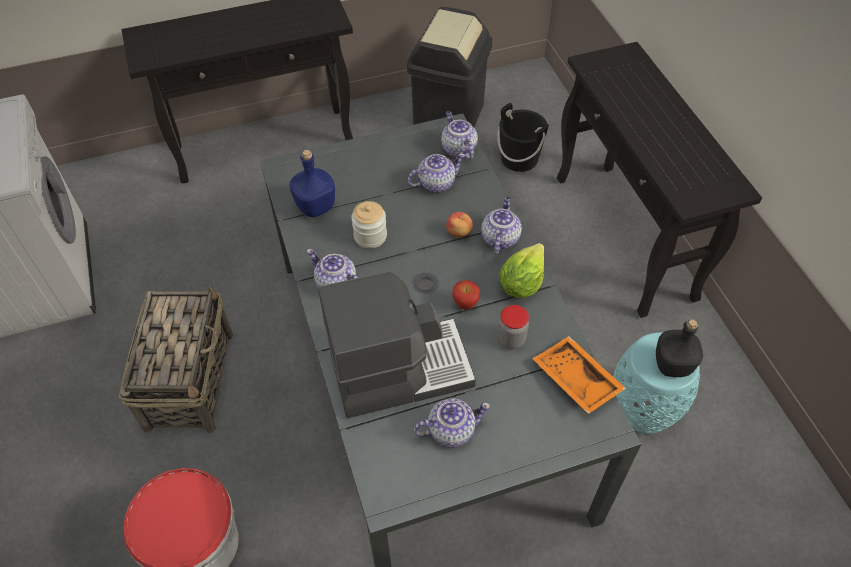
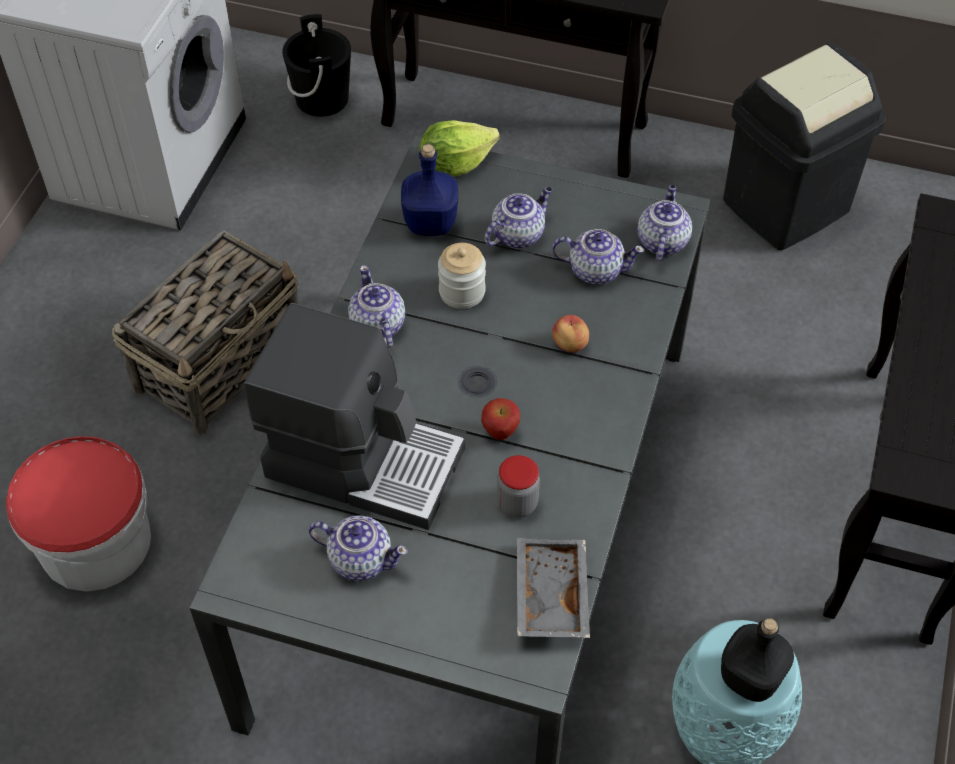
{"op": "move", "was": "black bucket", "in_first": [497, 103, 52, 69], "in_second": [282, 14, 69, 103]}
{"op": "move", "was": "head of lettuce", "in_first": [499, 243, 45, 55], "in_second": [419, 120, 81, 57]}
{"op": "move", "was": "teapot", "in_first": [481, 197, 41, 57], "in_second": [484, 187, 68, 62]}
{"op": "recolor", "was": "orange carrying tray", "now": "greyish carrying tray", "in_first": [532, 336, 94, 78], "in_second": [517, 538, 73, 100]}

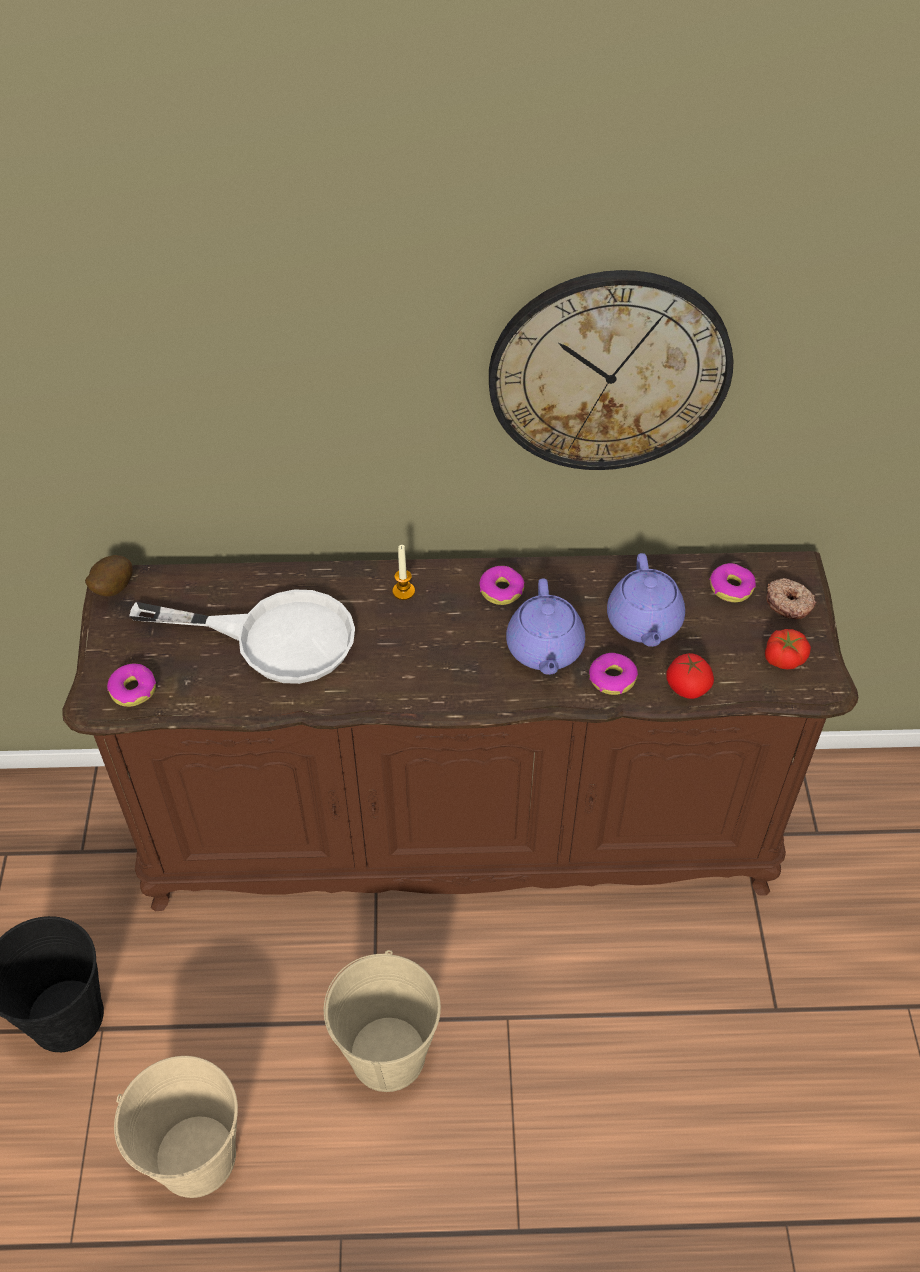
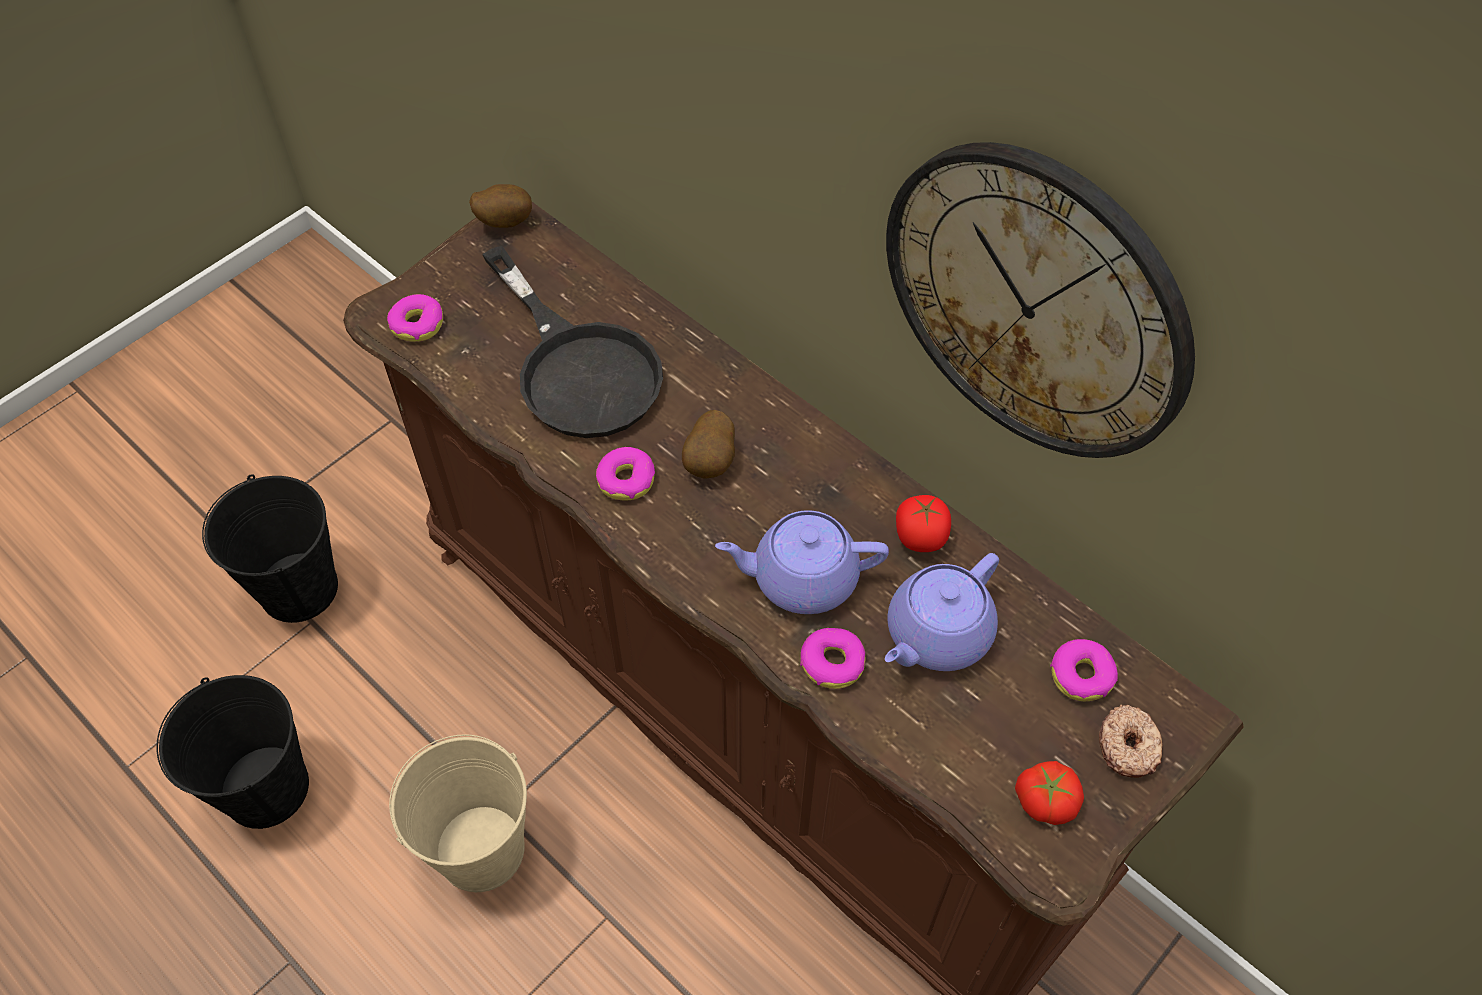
{"op": "recolor", "was": "beige-coloured bucket", "now": "black bucket", "in_first": [114, 1056, 124, 142], "in_second": [156, 675, 153, 154]}
{"op": "recolor", "was": "whitish frying pan", "now": "black frying pan", "in_first": [129, 589, 226, 95], "in_second": [482, 246, 181, 192]}
{"op": "move", "was": "ring doughnut", "in_first": [479, 566, 46, 39], "in_second": [596, 447, 59, 53]}
{"op": "insert", "now": "potato", "in_second": [682, 410, 53, 69]}
{"op": "rotate", "was": "purple-coloured teapot", "in_first": [506, 579, 79, 96], "in_second": [715, 510, 174, 104], "clockwise": 45}
{"op": "move", "was": "whole tomato", "in_first": [666, 653, 48, 46], "in_second": [896, 495, 55, 57]}
{"op": "delete", "was": "wax light", "in_first": [392, 545, 23, 55]}

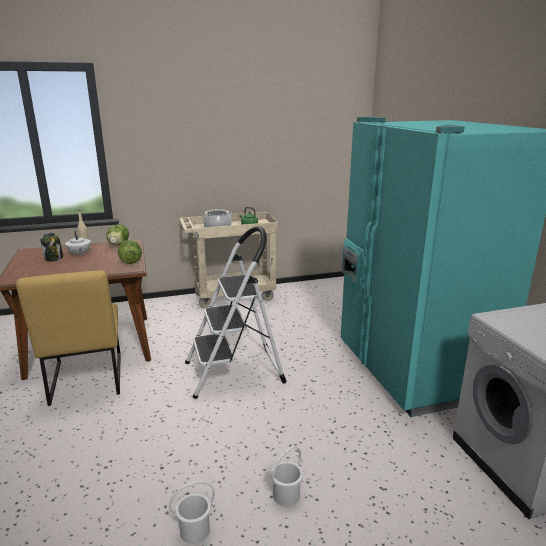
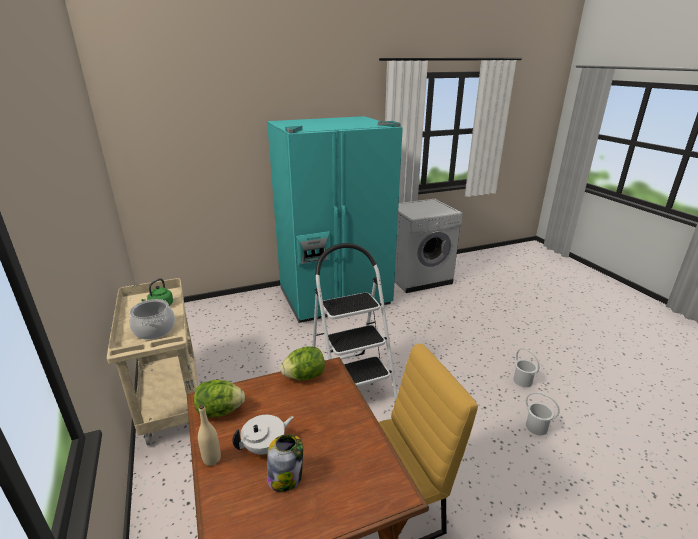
{"op": "move", "was": "whitish bucket", "in_first": [271, 446, 32, 61], "in_second": [526, 392, 34, 43]}

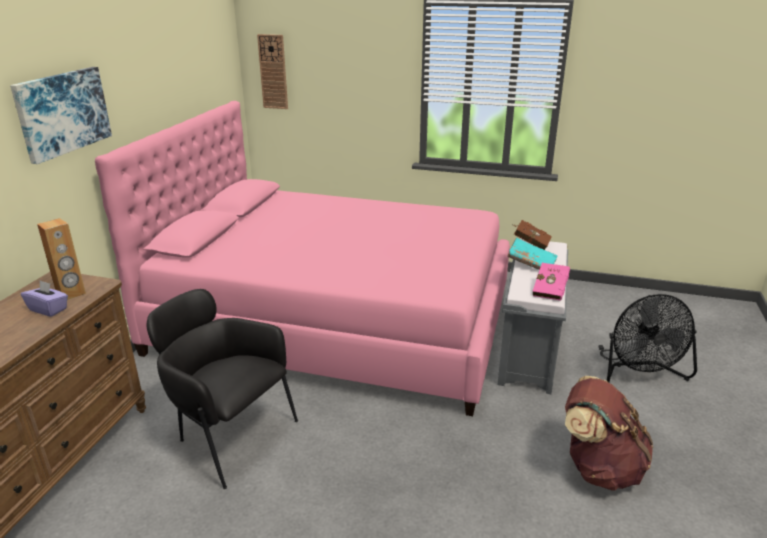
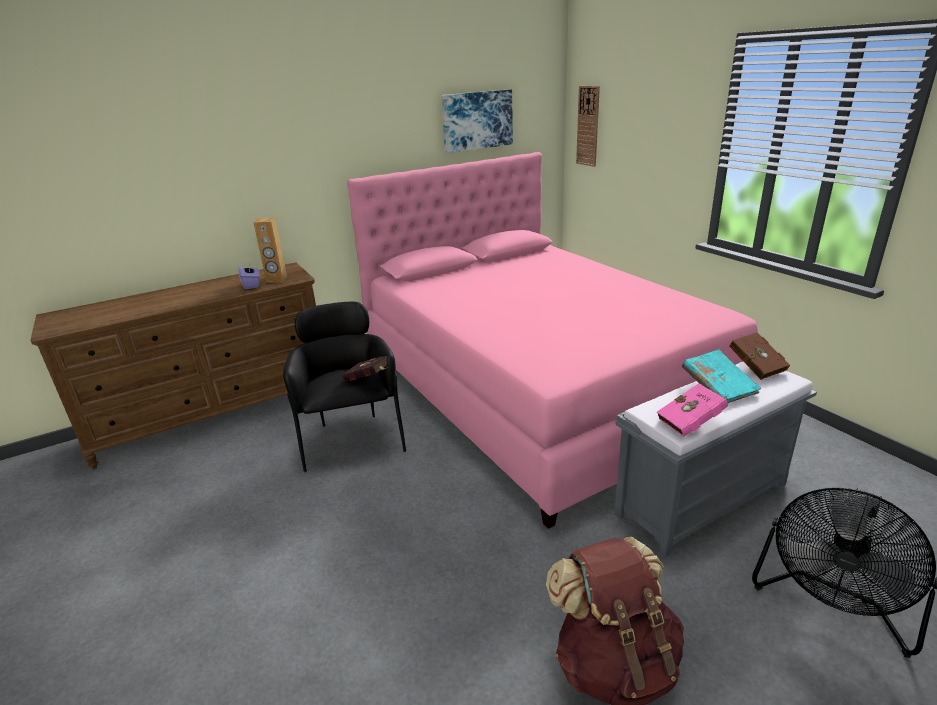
{"op": "insert", "now": "reddish book", "in_second": [343, 356, 45, 25]}
{"op": "move", "was": "picture", "in_first": [10, 67, 102, 97], "in_second": [441, 89, 72, 64]}

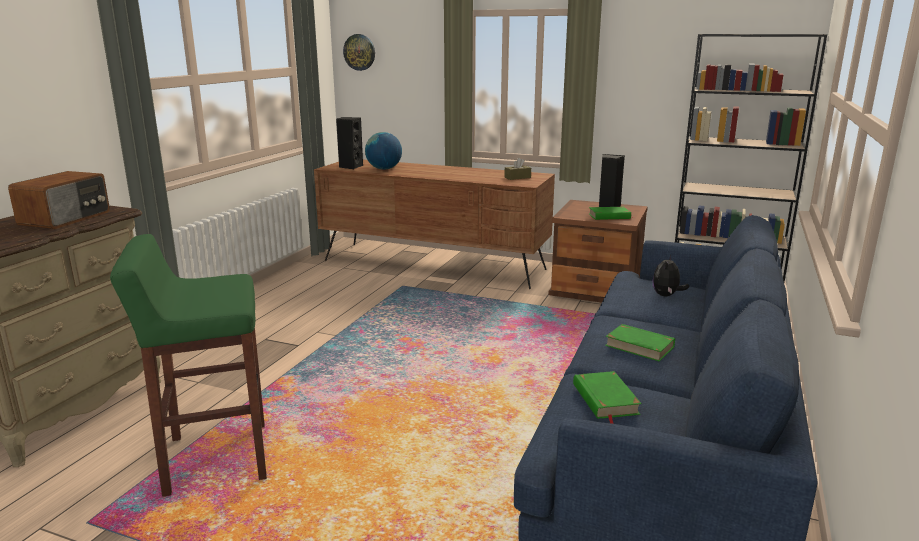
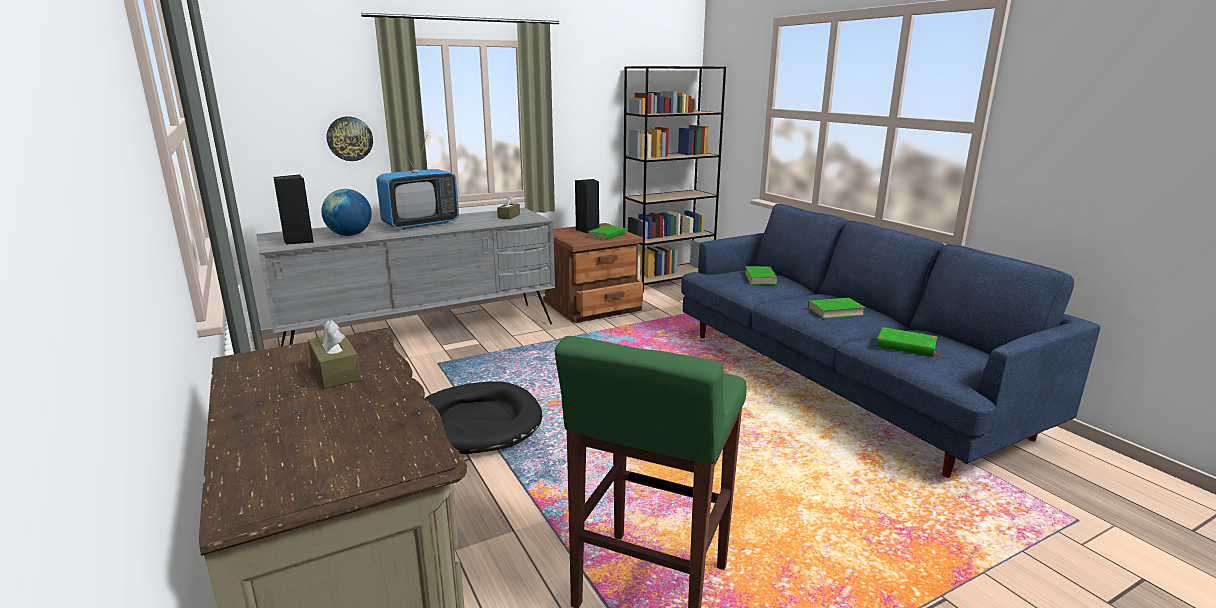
{"op": "recolor", "was": "brown-coloured tv stand", "now": "greyish tv stand", "in_first": [314, 160, 241, 129], "in_second": [256, 208, 299, 138]}
{"op": "replace", "was": "radio set", "now": "brown-coloured tissue holder", "in_first": [8, 171, 102, 58], "in_second": [308, 320, 53, 69]}
{"op": "move", "was": "hanging clock", "in_first": [343, 34, 32, 37], "in_second": [327, 116, 46, 45]}
{"op": "insert", "now": "TV set", "in_second": [376, 135, 83, 95]}
{"op": "insert", "now": "black dog bed", "in_second": [424, 382, 118, 72]}
{"op": "replace", "was": "soft toy", "now": "green book", "in_first": [653, 255, 36, 41], "in_second": [745, 266, 33, 19]}

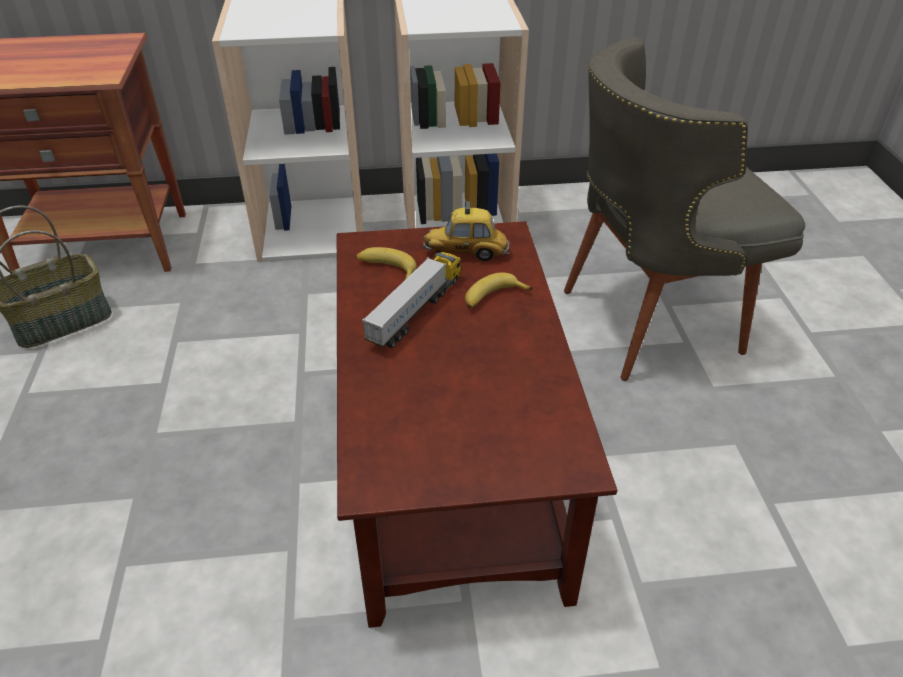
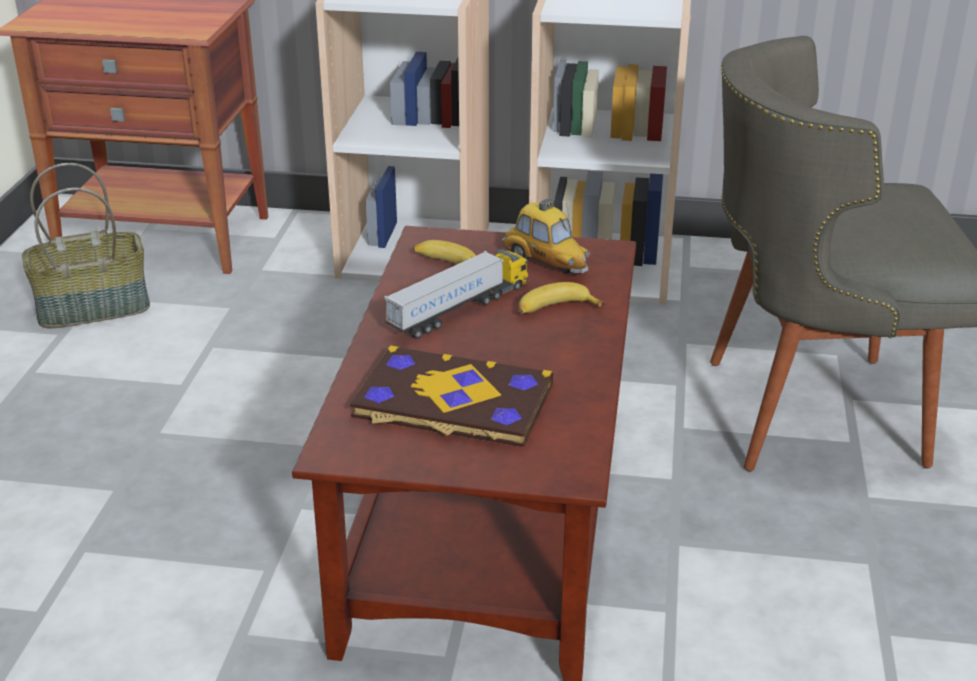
{"op": "insert", "now": "book", "in_second": [350, 345, 203, 102]}
{"op": "rotate", "was": "model car", "in_first": [423, 201, 87, 60], "in_second": [501, 198, 89, 76], "clockwise": -150}

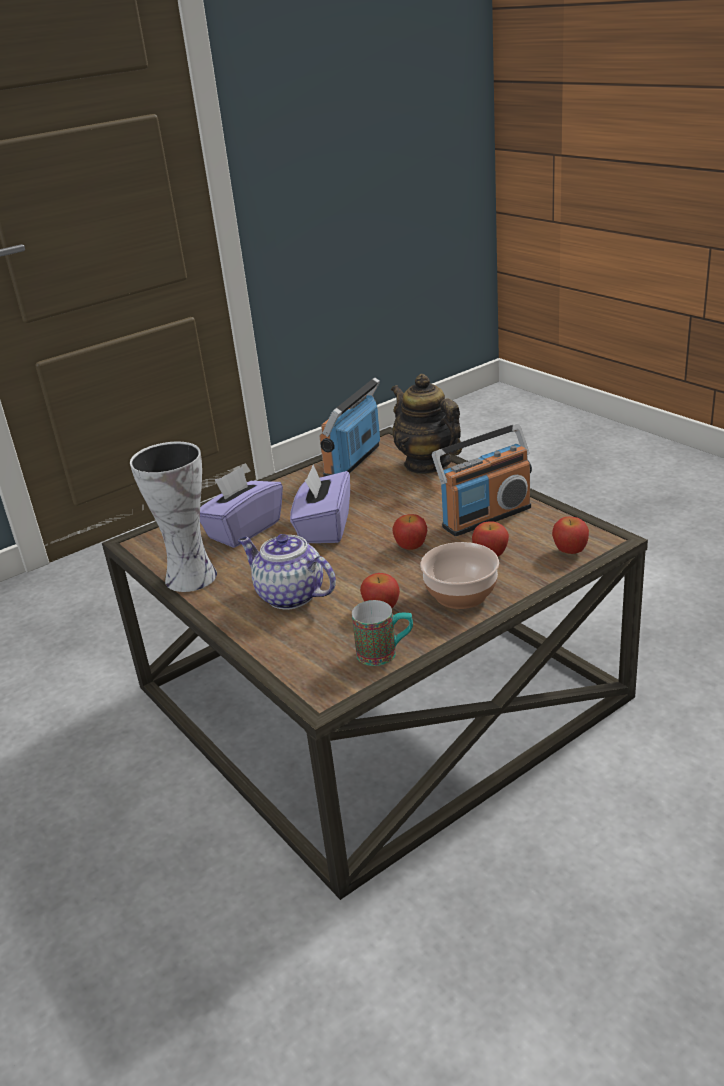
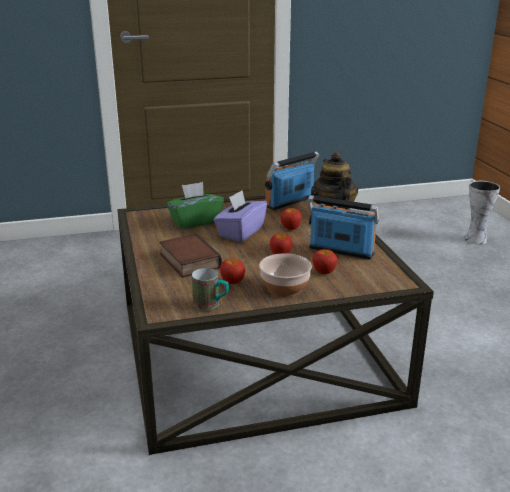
{"op": "replace", "was": "teapot", "now": "book", "in_first": [238, 534, 98, 76], "in_second": [159, 234, 63, 44]}
{"op": "recolor", "was": "purple-coloured tissue holder", "now": "green tissue holder", "in_first": [200, 466, 83, 82], "in_second": [167, 182, 57, 47]}
{"op": "move", "was": "apple", "in_first": [552, 516, 37, 38], "in_second": [280, 208, 22, 22]}
{"op": "rotate", "was": "radio set", "in_first": [432, 423, 100, 113], "in_second": [307, 195, 72, 65], "clockwise": -150}
{"op": "move", "was": "flower vase", "in_first": [130, 441, 87, 151], "in_second": [464, 181, 36, 64]}

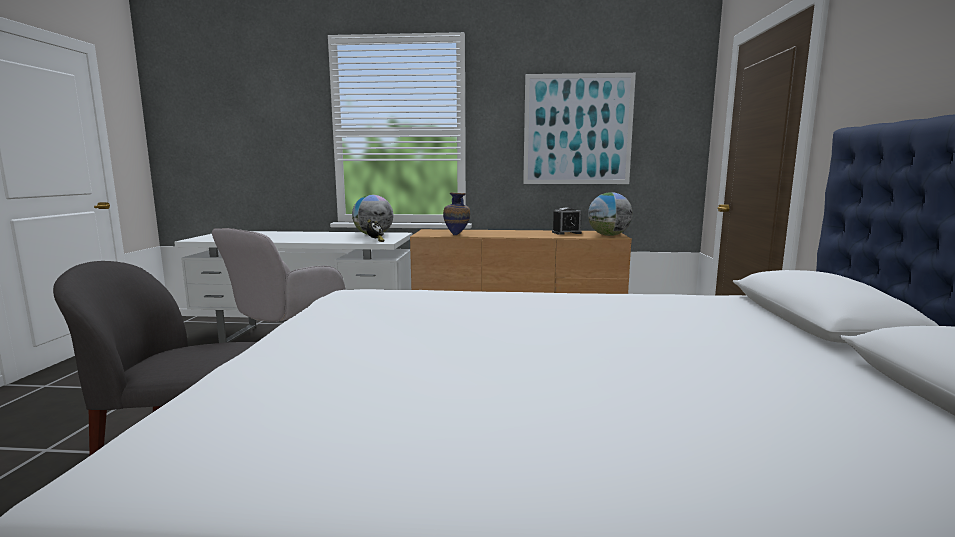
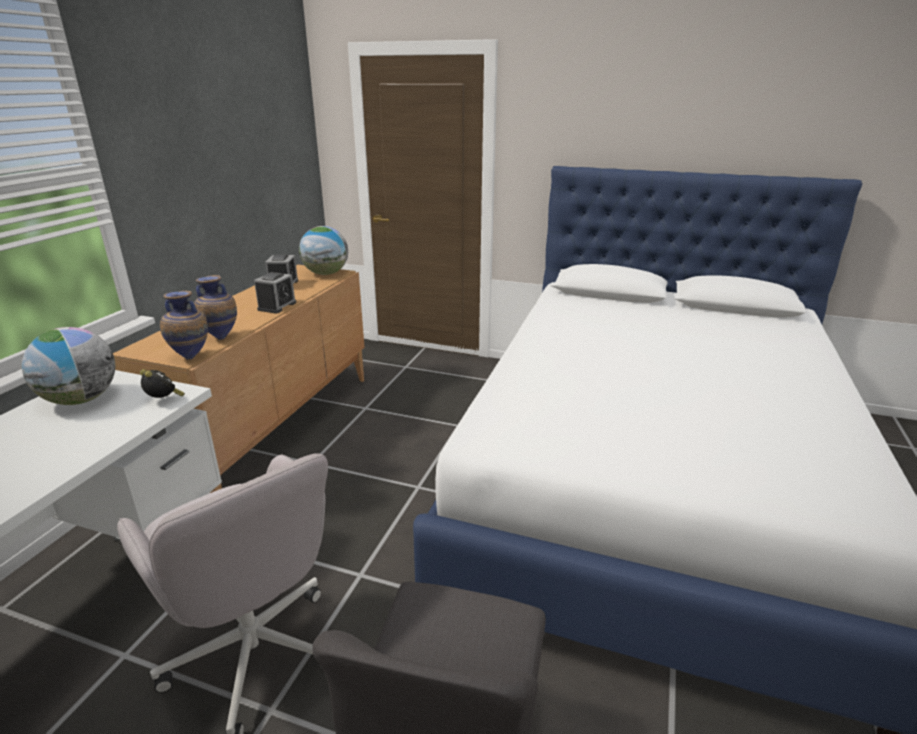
{"op": "insert", "now": "flower vase", "in_second": [160, 291, 48, 69]}
{"op": "insert", "now": "table clock", "in_second": [254, 272, 42, 41]}
{"op": "delete", "was": "picture", "in_first": [523, 73, 113, 111]}

